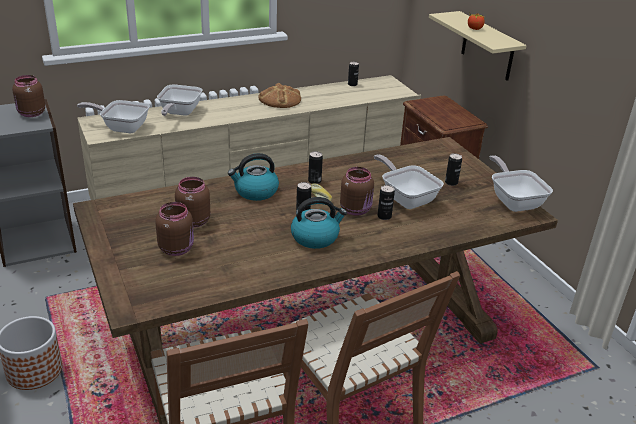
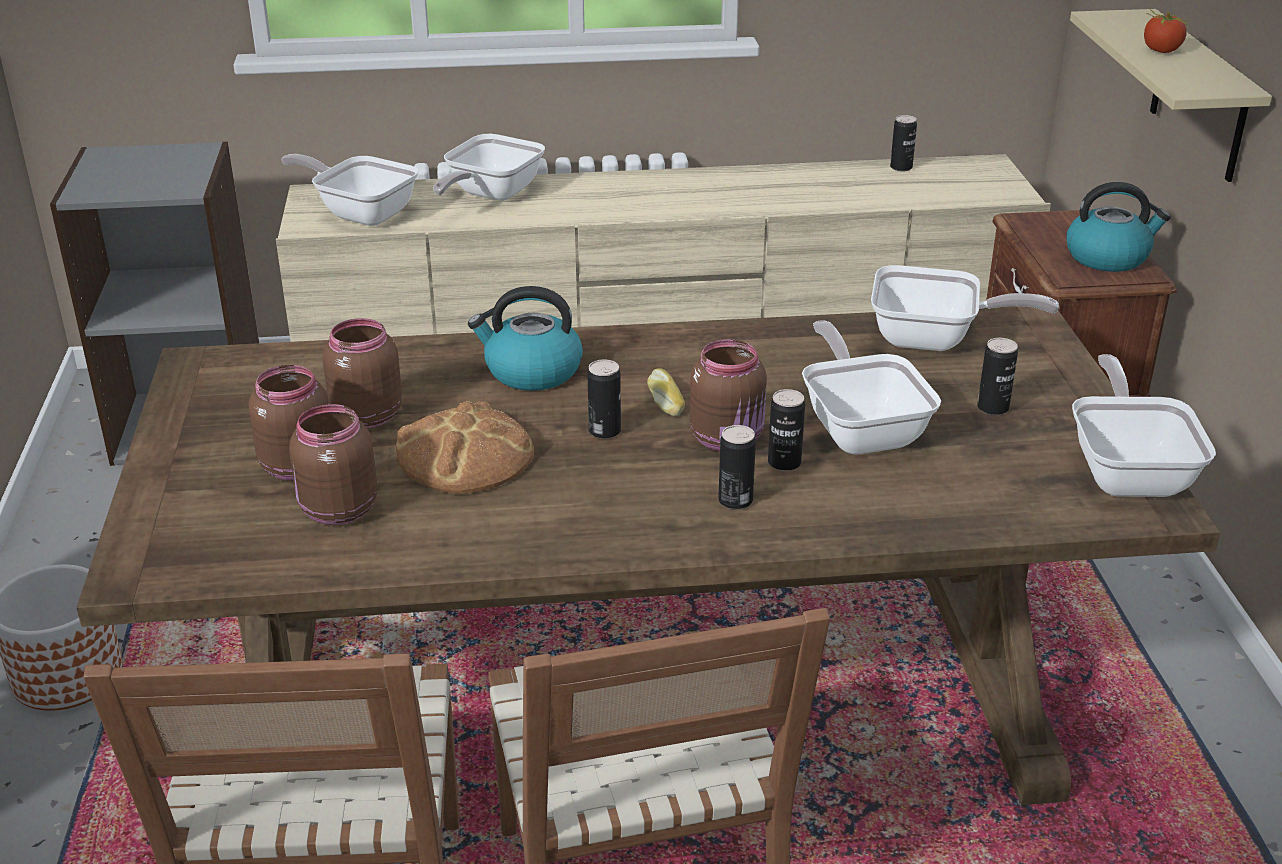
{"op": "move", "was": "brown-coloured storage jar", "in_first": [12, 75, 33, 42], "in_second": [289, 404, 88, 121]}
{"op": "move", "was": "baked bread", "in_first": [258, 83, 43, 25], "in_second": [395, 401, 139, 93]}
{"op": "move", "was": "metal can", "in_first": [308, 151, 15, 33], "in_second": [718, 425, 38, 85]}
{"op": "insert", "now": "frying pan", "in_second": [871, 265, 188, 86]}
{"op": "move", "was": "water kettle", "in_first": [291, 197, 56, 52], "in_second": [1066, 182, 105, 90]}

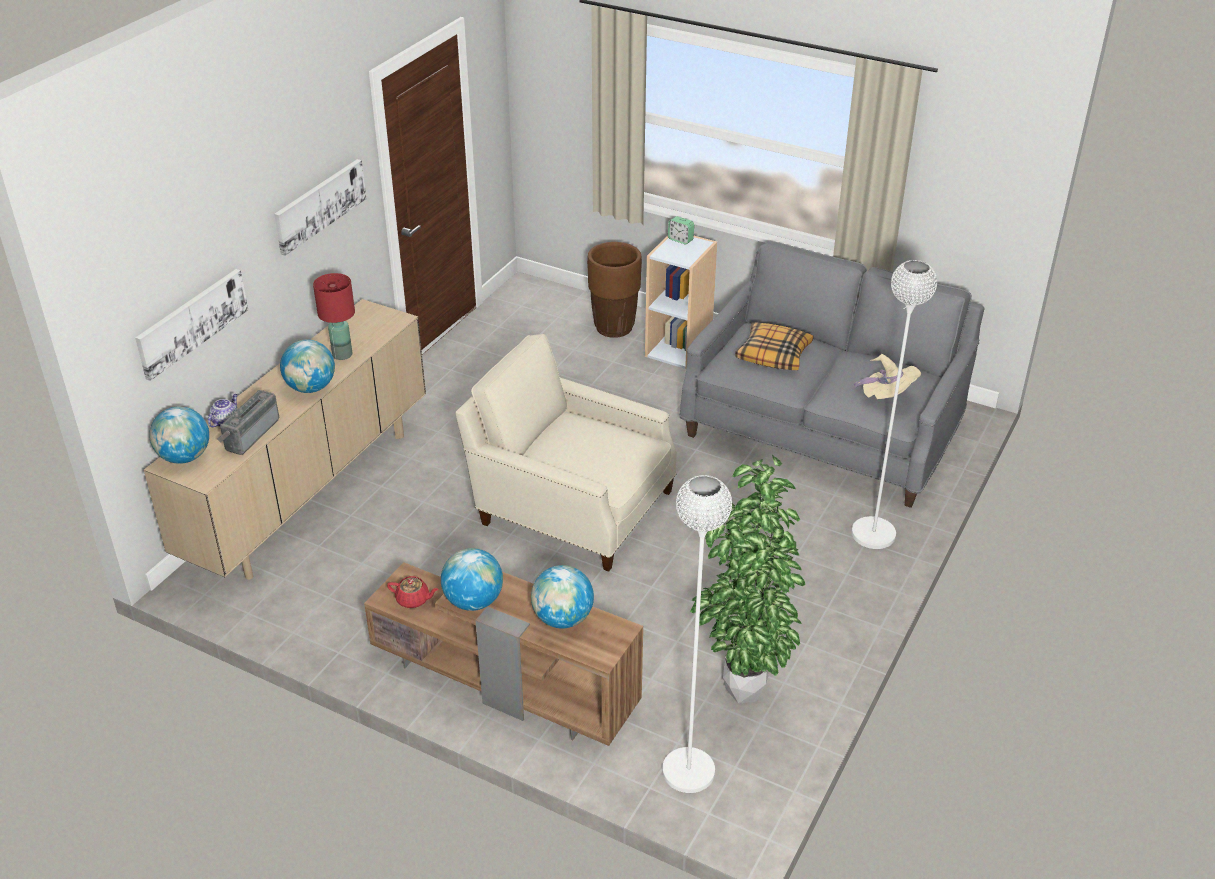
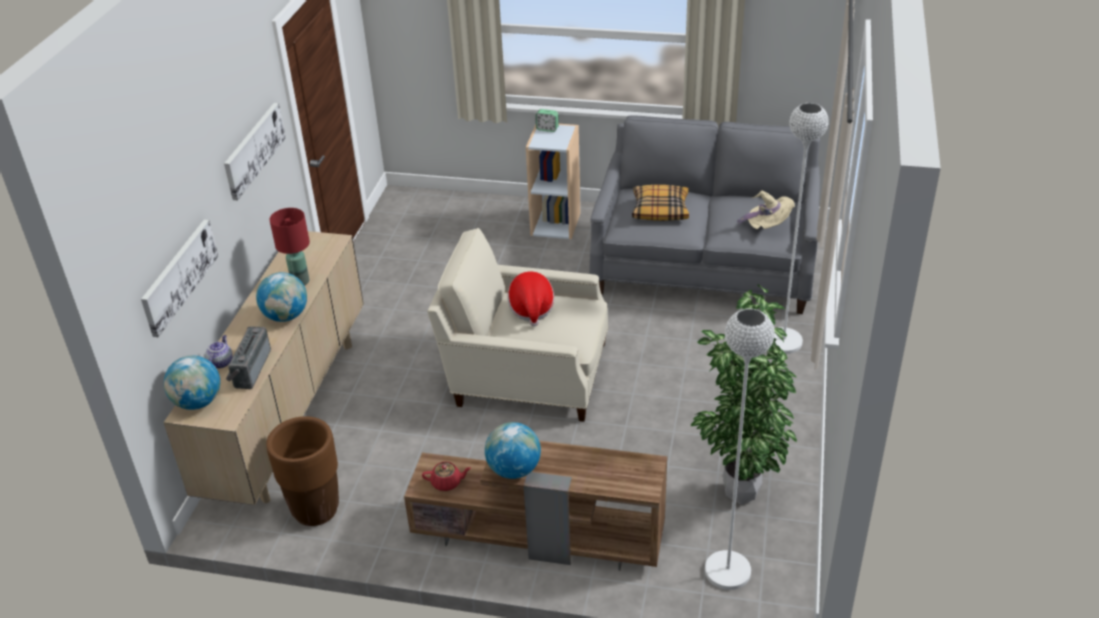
{"op": "move", "was": "brown-coloured planter", "in_first": [587, 242, 55, 96], "in_second": [266, 416, 73, 110]}
{"op": "insert", "now": "clothing hat", "in_second": [508, 271, 46, 56]}
{"op": "delete", "was": "world globe", "in_first": [531, 565, 63, 63]}

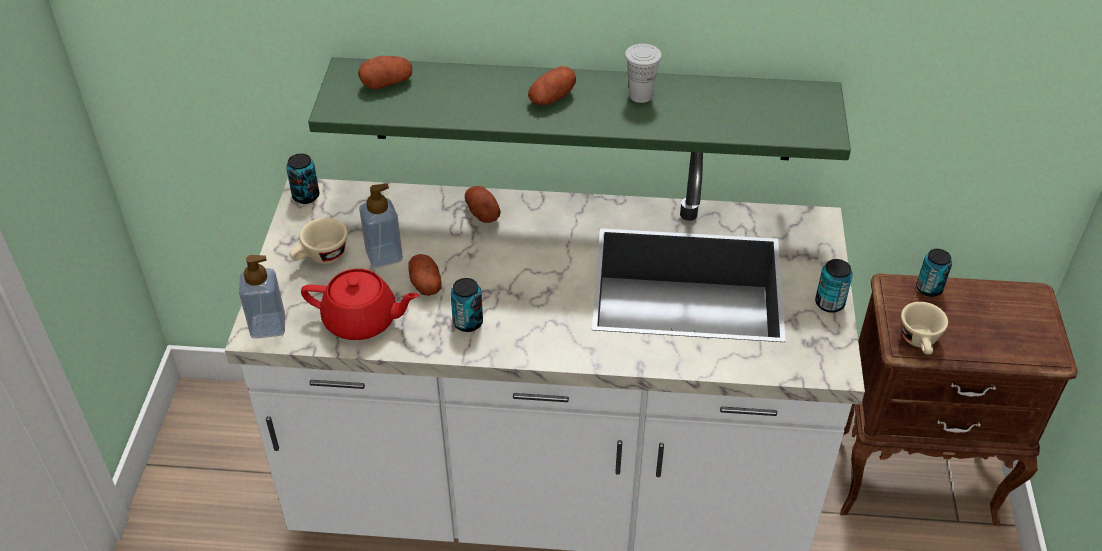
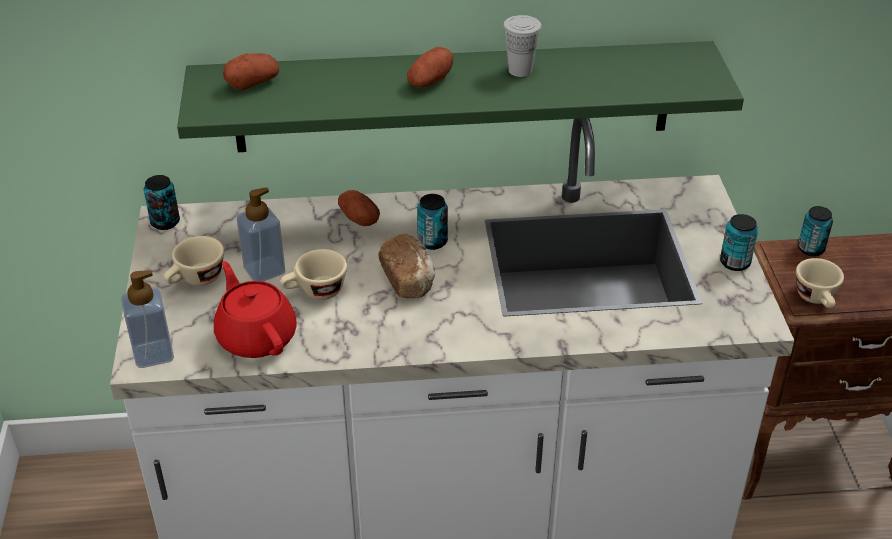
{"op": "rotate", "was": "reddish teapot", "in_first": [301, 269, 118, 71], "in_second": [214, 261, 83, 97], "clockwise": -120}
{"op": "replace", "was": "potato", "now": "beige-coloured cup", "in_first": [408, 254, 34, 42], "in_second": [280, 249, 67, 51]}
{"op": "insert", "now": "baked bread", "in_second": [378, 234, 57, 64]}
{"op": "move", "was": "metal can", "in_first": [450, 278, 33, 54], "in_second": [417, 194, 31, 56]}

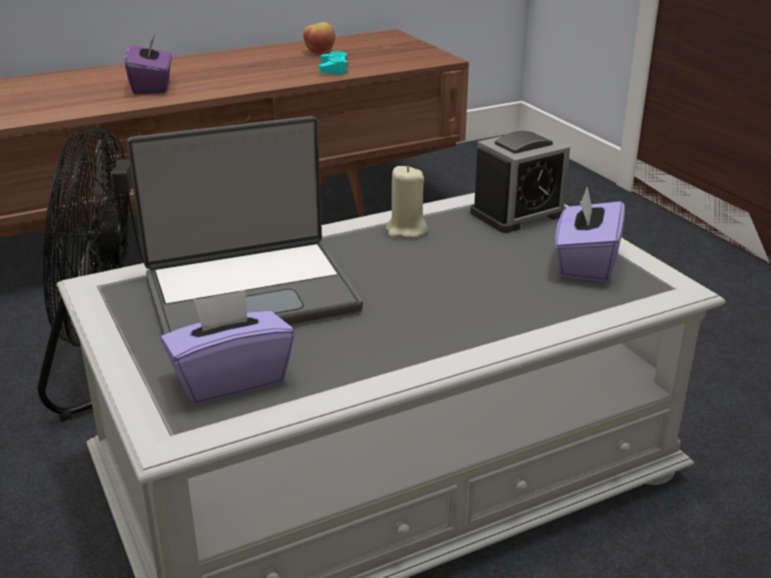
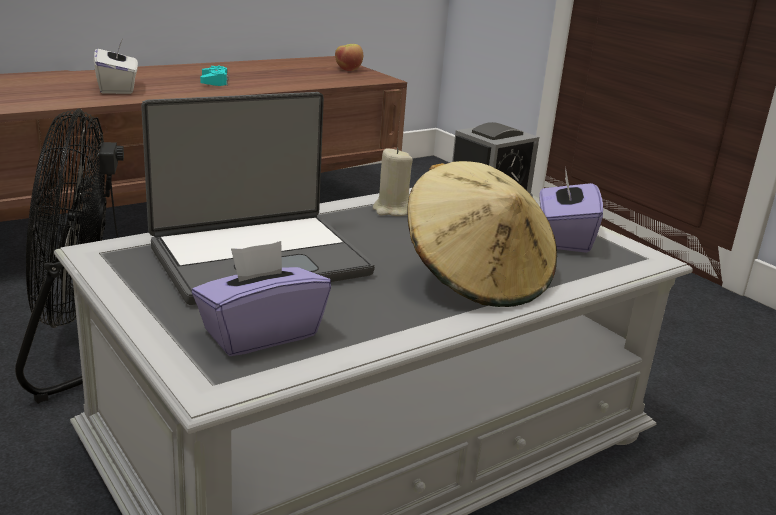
{"op": "recolor", "was": "purple-coloured tissue holder", "now": "whitish tissue holder", "in_first": [125, 33, 47, 61], "in_second": [94, 38, 44, 56]}
{"op": "move", "was": "turquoise-coloured game controller", "in_first": [319, 51, 29, 24], "in_second": [200, 66, 28, 20]}
{"op": "move", "was": "apple", "in_first": [303, 22, 32, 32], "in_second": [335, 44, 28, 27]}
{"op": "insert", "now": "beige-coloured clothing hat", "in_second": [407, 161, 150, 146]}

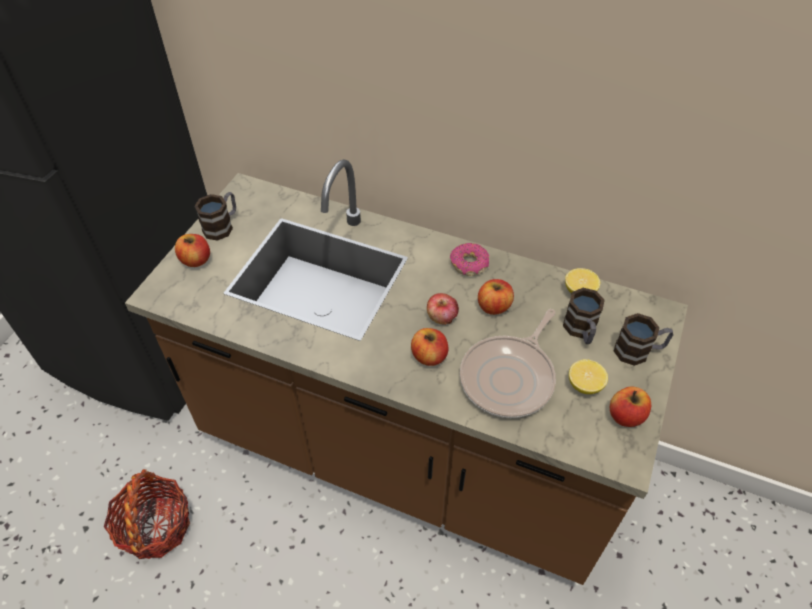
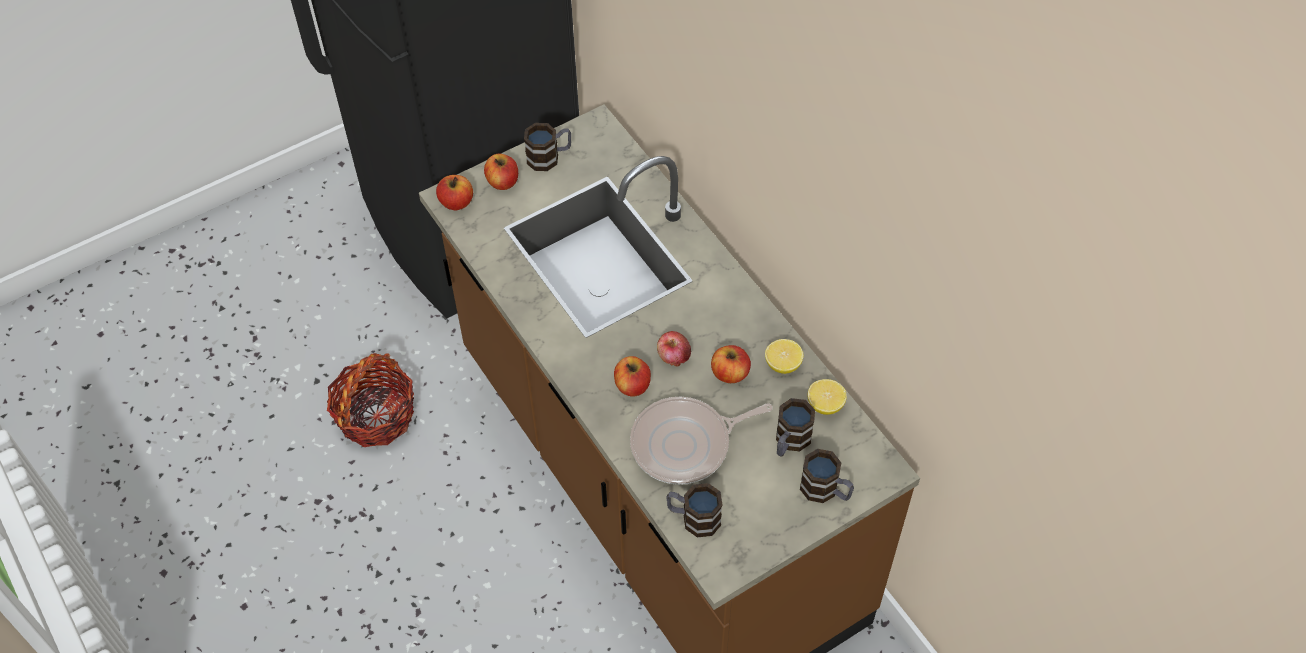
{"op": "move", "was": "apple", "in_first": [610, 386, 41, 41], "in_second": [436, 175, 37, 35]}
{"op": "insert", "now": "tea mug", "in_second": [666, 483, 56, 54]}
{"op": "move", "was": "citrus fruit", "in_first": [569, 359, 39, 35], "in_second": [765, 339, 38, 35]}
{"op": "delete", "was": "ring doughnut", "in_first": [450, 243, 39, 33]}

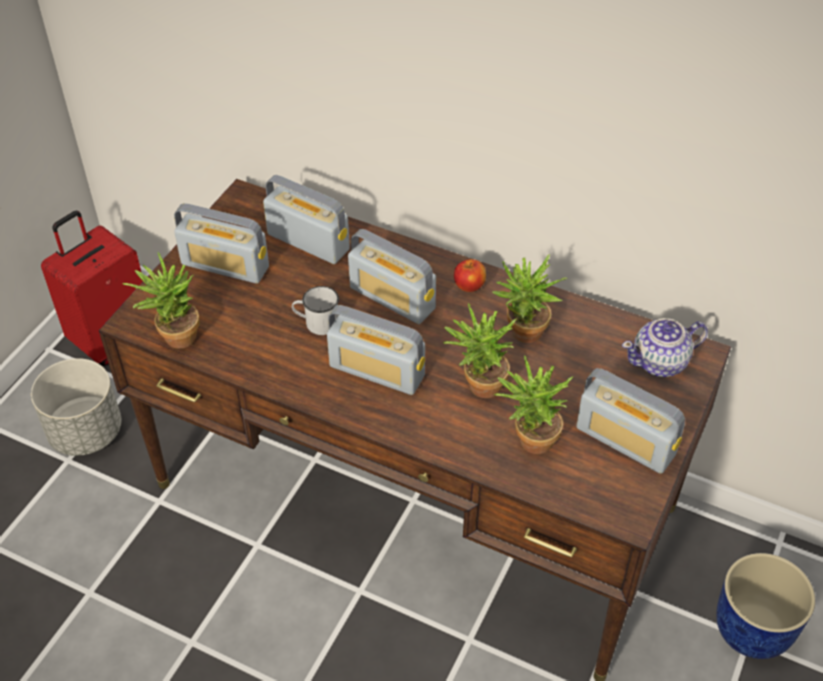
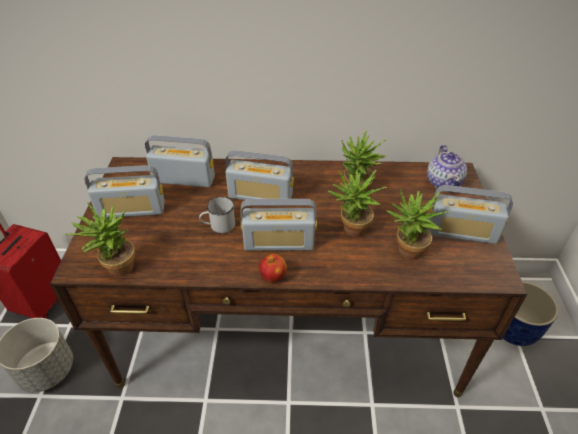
{"op": "move", "was": "apple", "in_first": [454, 259, 32, 33], "in_second": [259, 254, 28, 28]}
{"op": "rotate", "was": "teapot", "in_first": [622, 318, 86, 59], "in_second": [427, 145, 40, 43], "clockwise": -45}

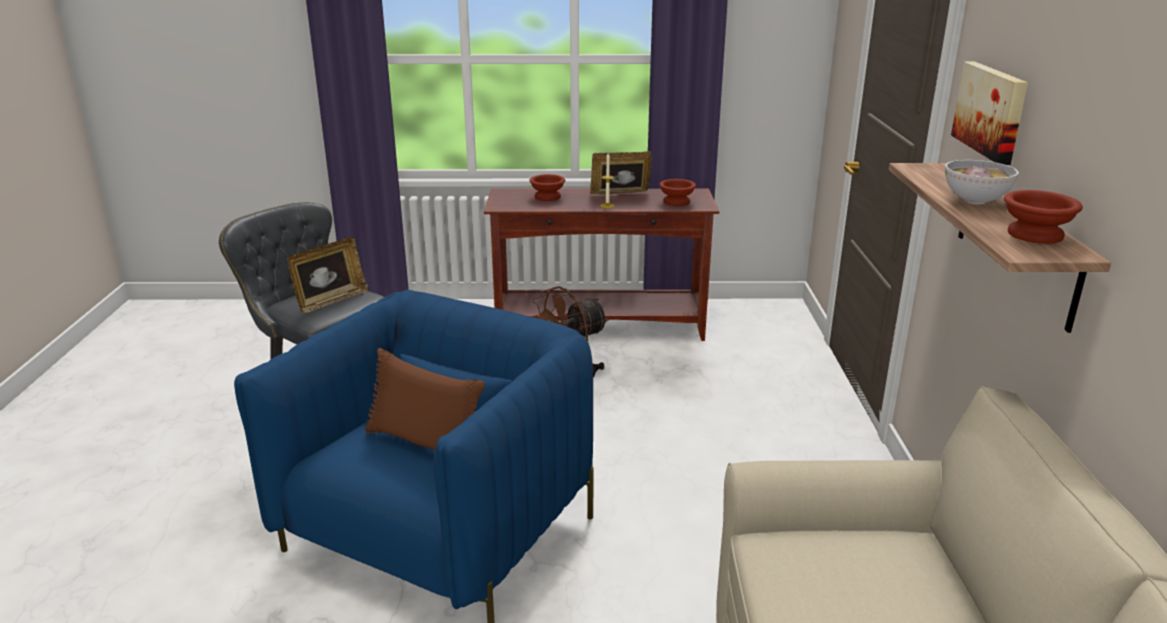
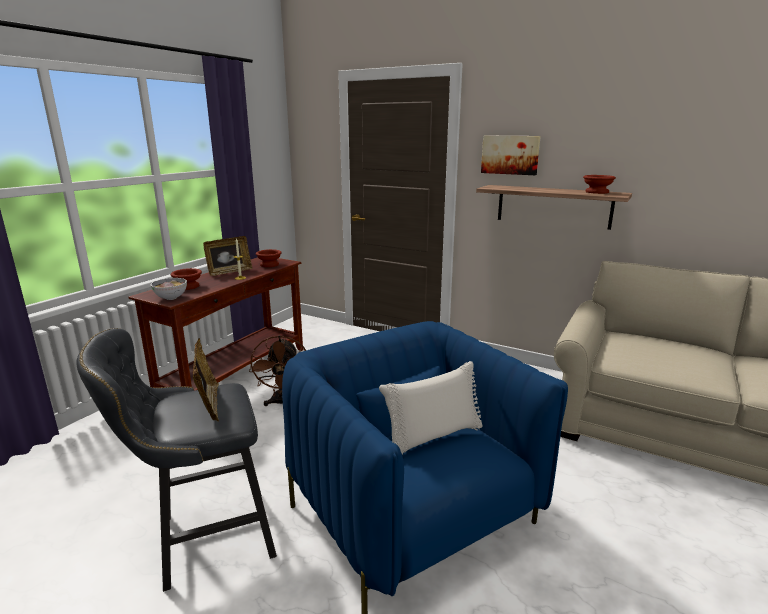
{"op": "move", "was": "bowl", "in_first": [945, 160, 74, 44], "in_second": [151, 278, 36, 22]}
{"op": "rotate", "was": "photo frame", "in_first": [590, 151, 62, 44], "in_second": [203, 236, 49, 40], "clockwise": -150}
{"op": "recolor", "was": "brown-coloured pillow", "now": "whitish pillow", "in_first": [364, 348, 121, 102], "in_second": [379, 361, 104, 94]}

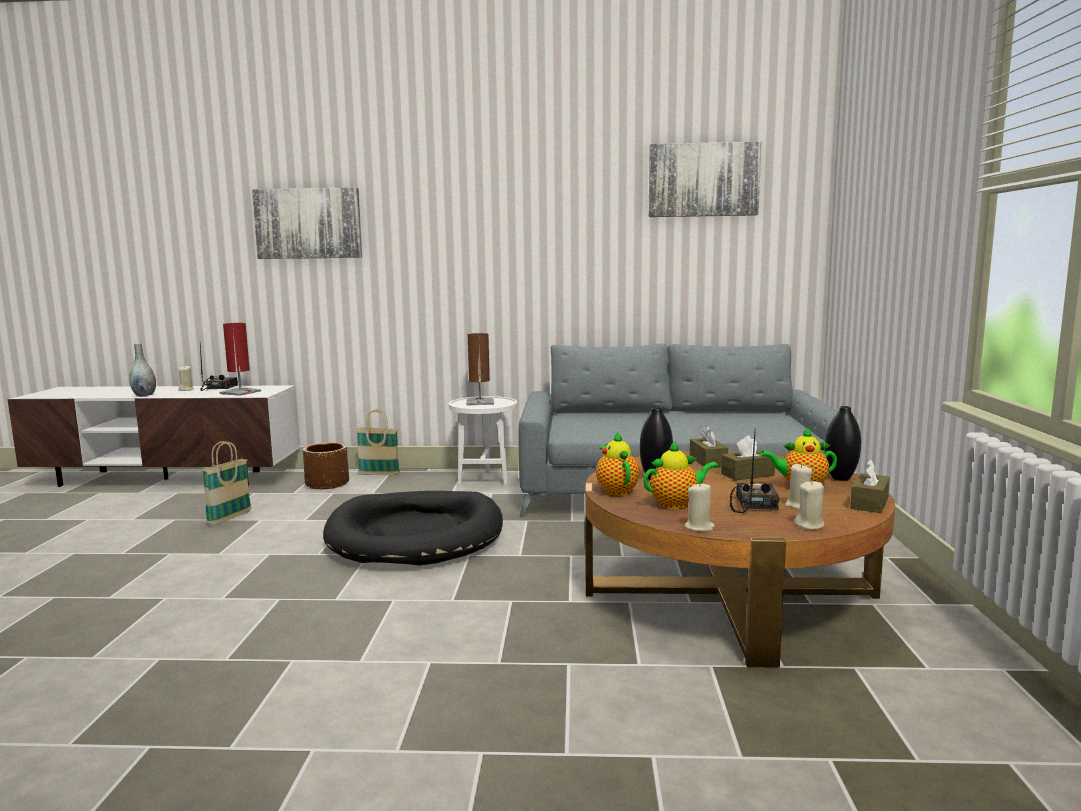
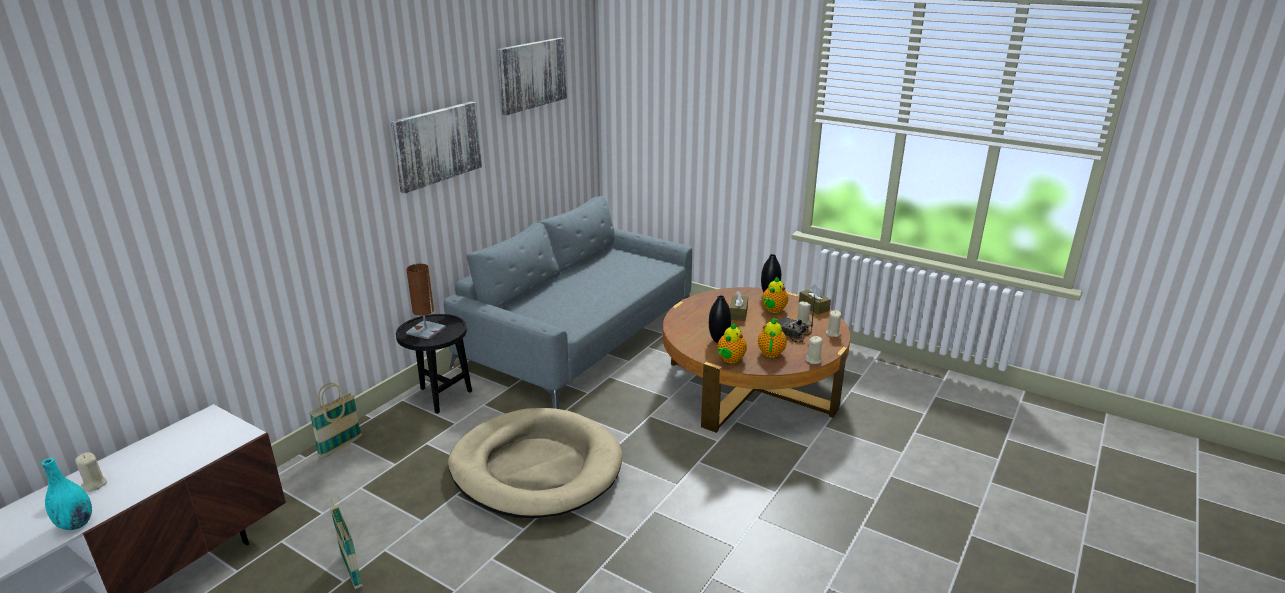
{"op": "recolor", "was": "greyish flower vase", "now": "turquoise-coloured flower vase", "in_first": [130, 343, 26, 54], "in_second": [41, 458, 51, 72]}
{"op": "move", "was": "picture", "in_first": [252, 187, 110, 72], "in_second": [391, 102, 91, 91]}
{"op": "recolor", "was": "whitish accent table", "now": "black accent table", "in_first": [449, 396, 68, 89], "in_second": [396, 314, 76, 100]}
{"op": "recolor", "was": "black dog bed", "now": "beige-coloured dog bed", "in_first": [323, 491, 180, 74], "in_second": [448, 408, 174, 110]}
{"op": "rotate", "was": "teapot", "in_first": [596, 431, 44, 65], "in_second": [718, 323, 29, 40], "clockwise": -75}
{"op": "delete", "was": "radio set", "in_first": [200, 344, 38, 47]}
{"op": "delete", "was": "reddish tabletop lamp", "in_first": [220, 323, 41, 73]}
{"op": "delete", "was": "brown-coloured planter", "in_first": [303, 442, 46, 47]}
{"op": "delete", "was": "brown-coloured tissue holder", "in_first": [690, 425, 38, 42]}

